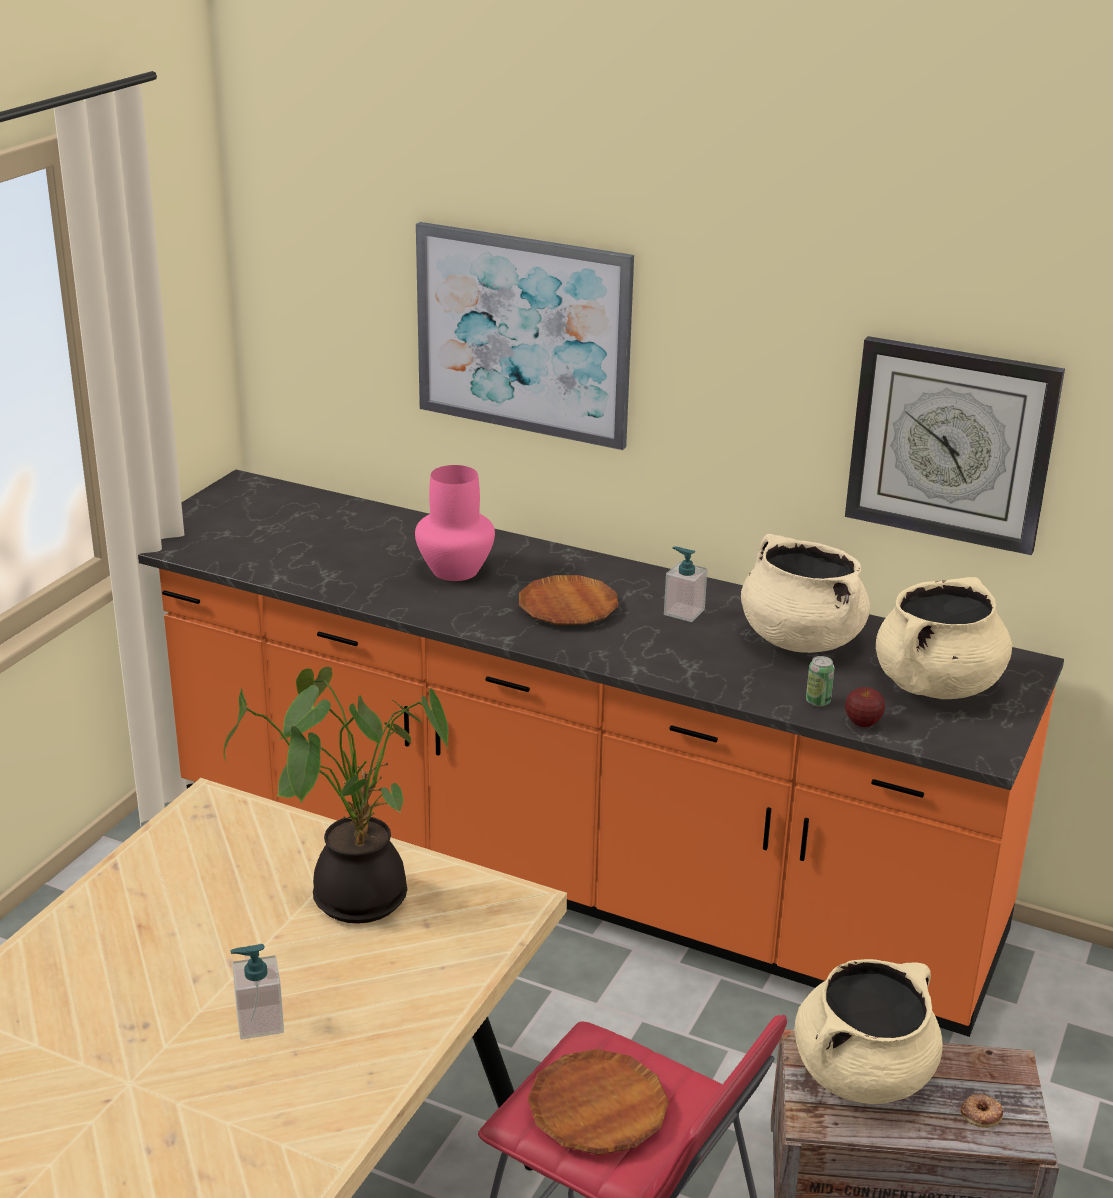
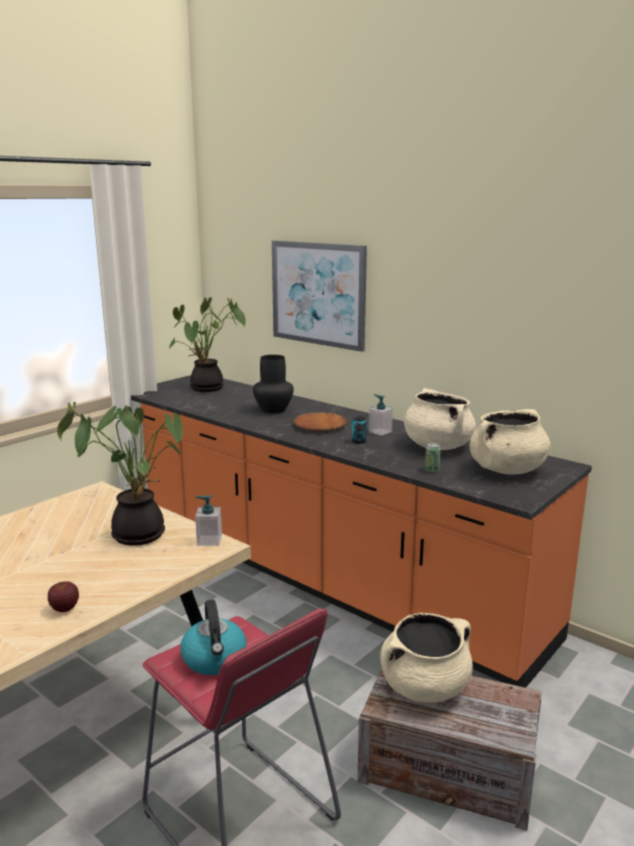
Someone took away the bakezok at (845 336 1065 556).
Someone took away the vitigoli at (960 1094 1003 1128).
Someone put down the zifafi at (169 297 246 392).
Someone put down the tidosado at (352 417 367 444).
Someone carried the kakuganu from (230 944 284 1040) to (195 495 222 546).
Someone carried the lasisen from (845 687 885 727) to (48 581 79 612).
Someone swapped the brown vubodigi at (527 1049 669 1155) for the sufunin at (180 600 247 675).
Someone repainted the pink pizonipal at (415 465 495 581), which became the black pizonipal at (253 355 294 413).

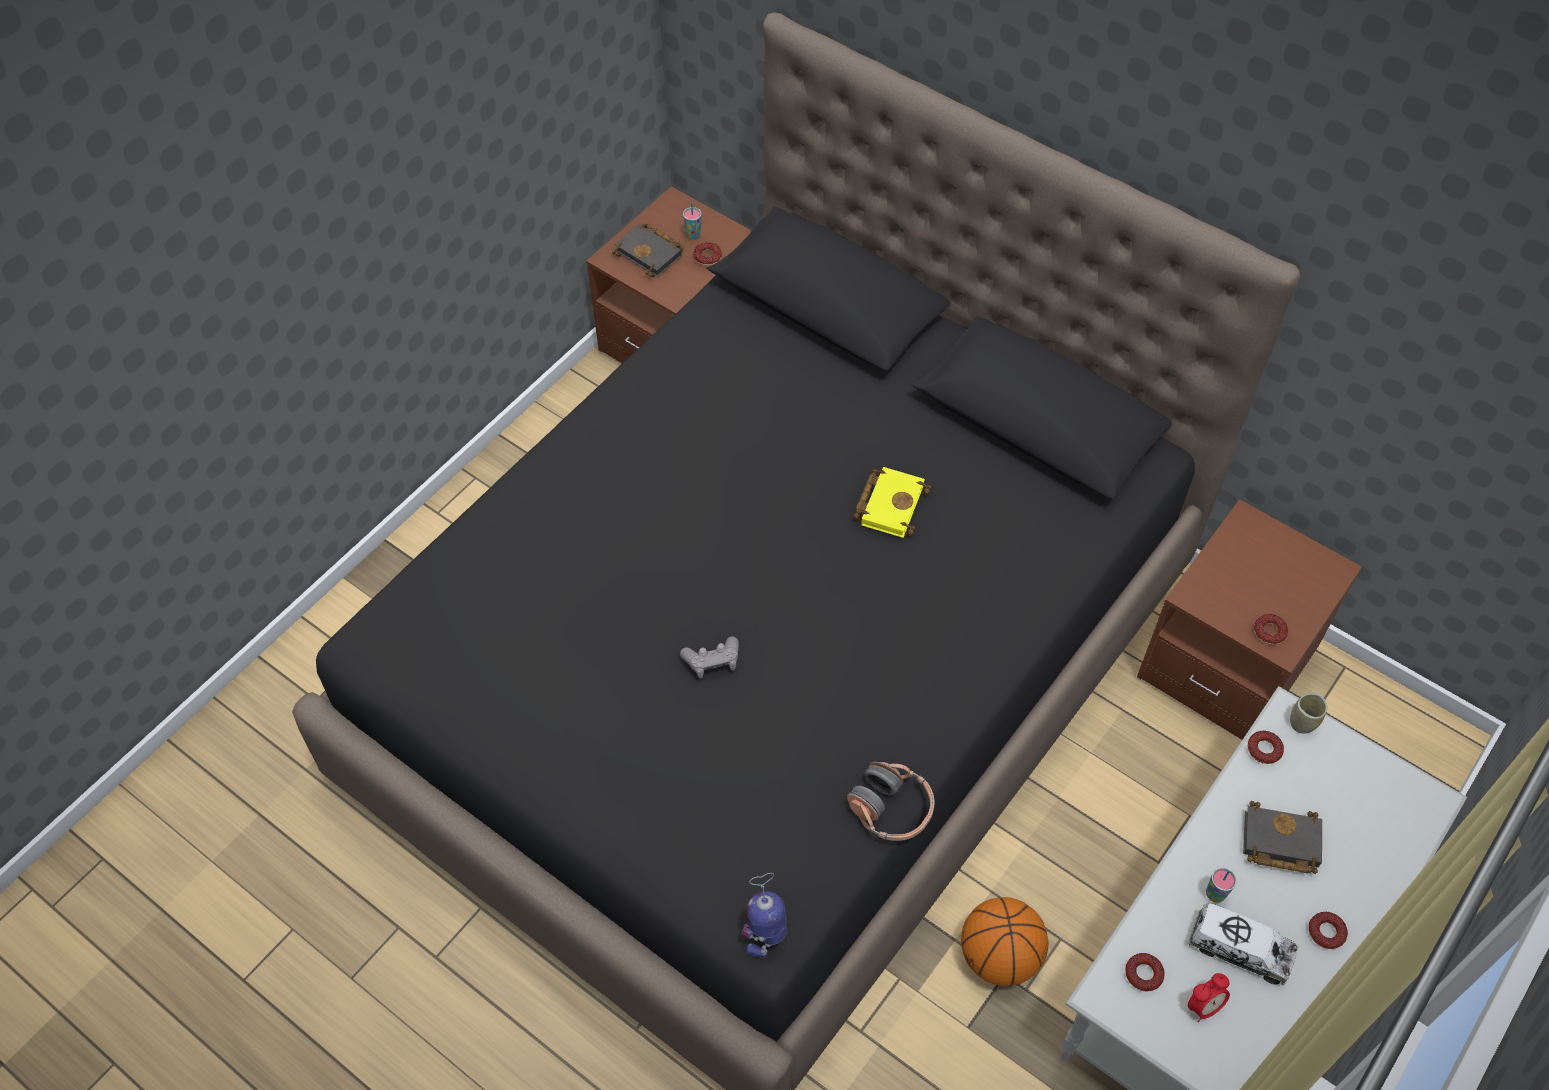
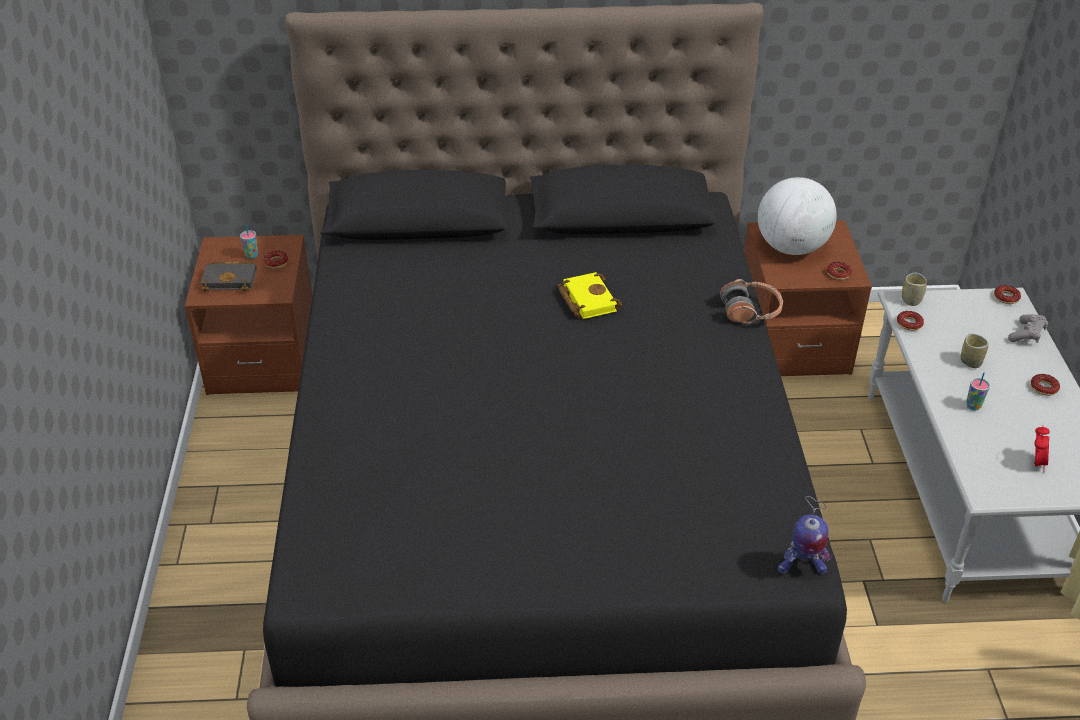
Someone took away the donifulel at (961 897 1048 986).
Someone took away the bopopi at (1188 903 1298 985).
Someone put down the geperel at (758 177 837 255).
Someone carried the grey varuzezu from (680 636 739 679) to (1008 314 1048 343).
Someone carried the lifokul from (847 762 934 841) to (720 279 783 324).
Someone carried the vitigoli from (1125 953 1165 991) to (994 285 1021 304).
Someone swapped the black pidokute at (1243 801 1322 874) for the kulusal at (960 334 989 368).
Someone rotated the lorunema at (741 873 787 958) by 90 degrees counterclockwise.

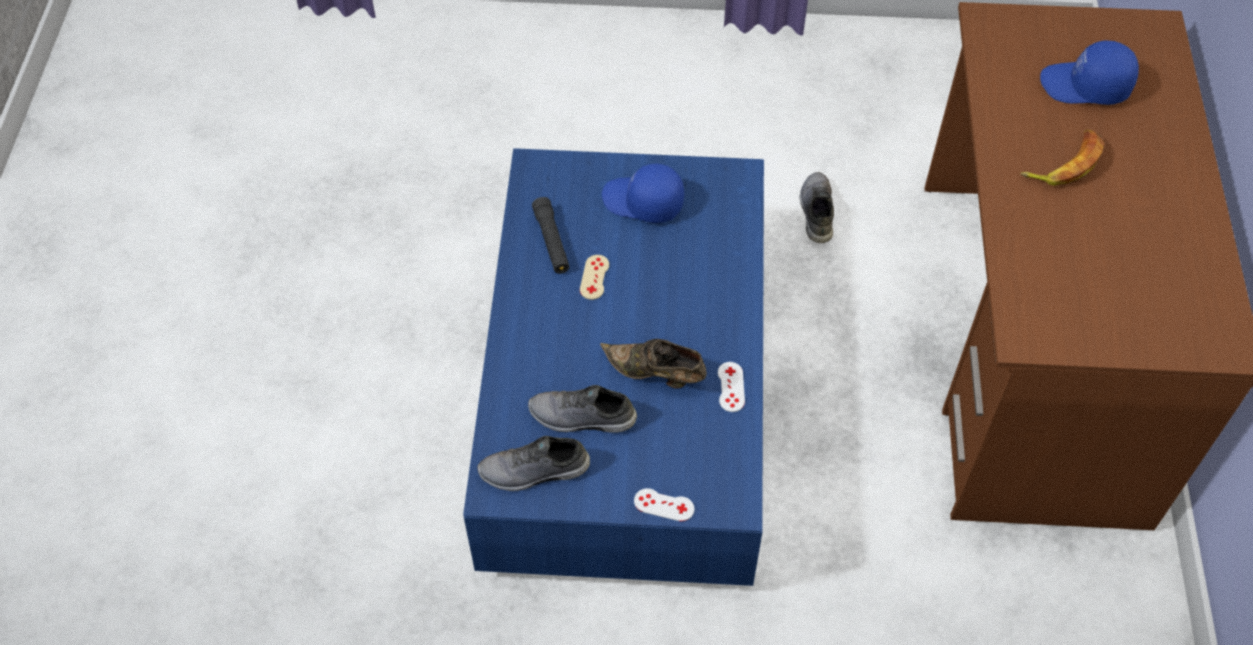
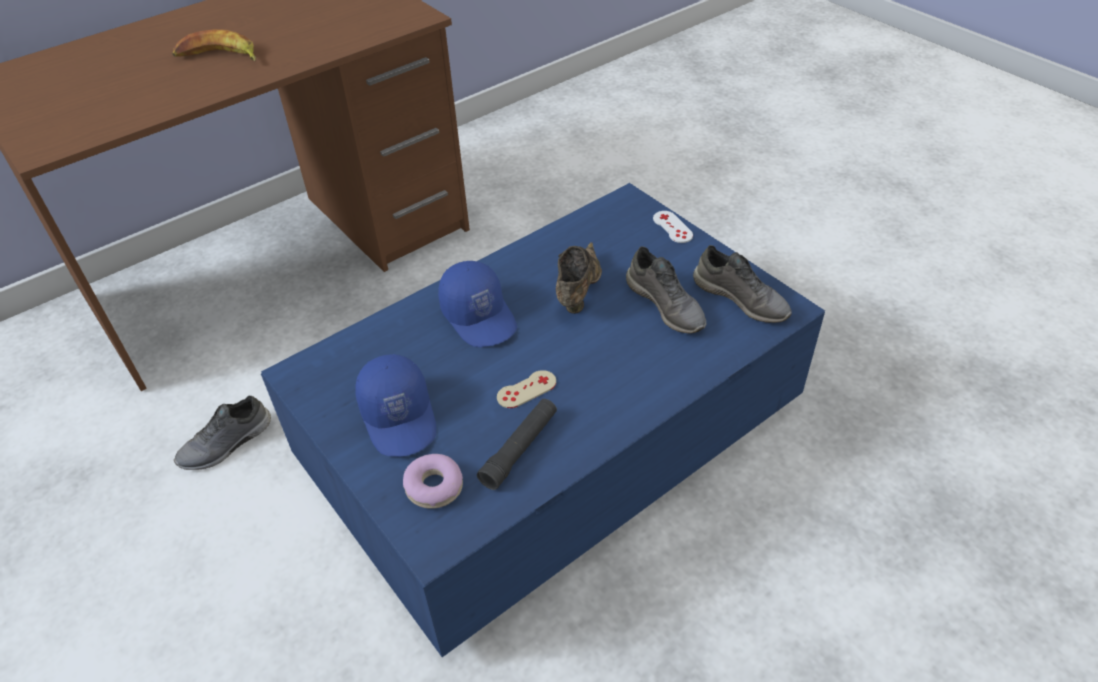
Someone took away the white varuzezu at (718 362 745 412).
Someone put down the vitigoli at (403 454 463 509).
Someone carried the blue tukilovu from (1040 41 1139 105) to (438 261 517 347).
Someone rotated the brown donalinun at (600 339 707 389) by 150 degrees counterclockwise.

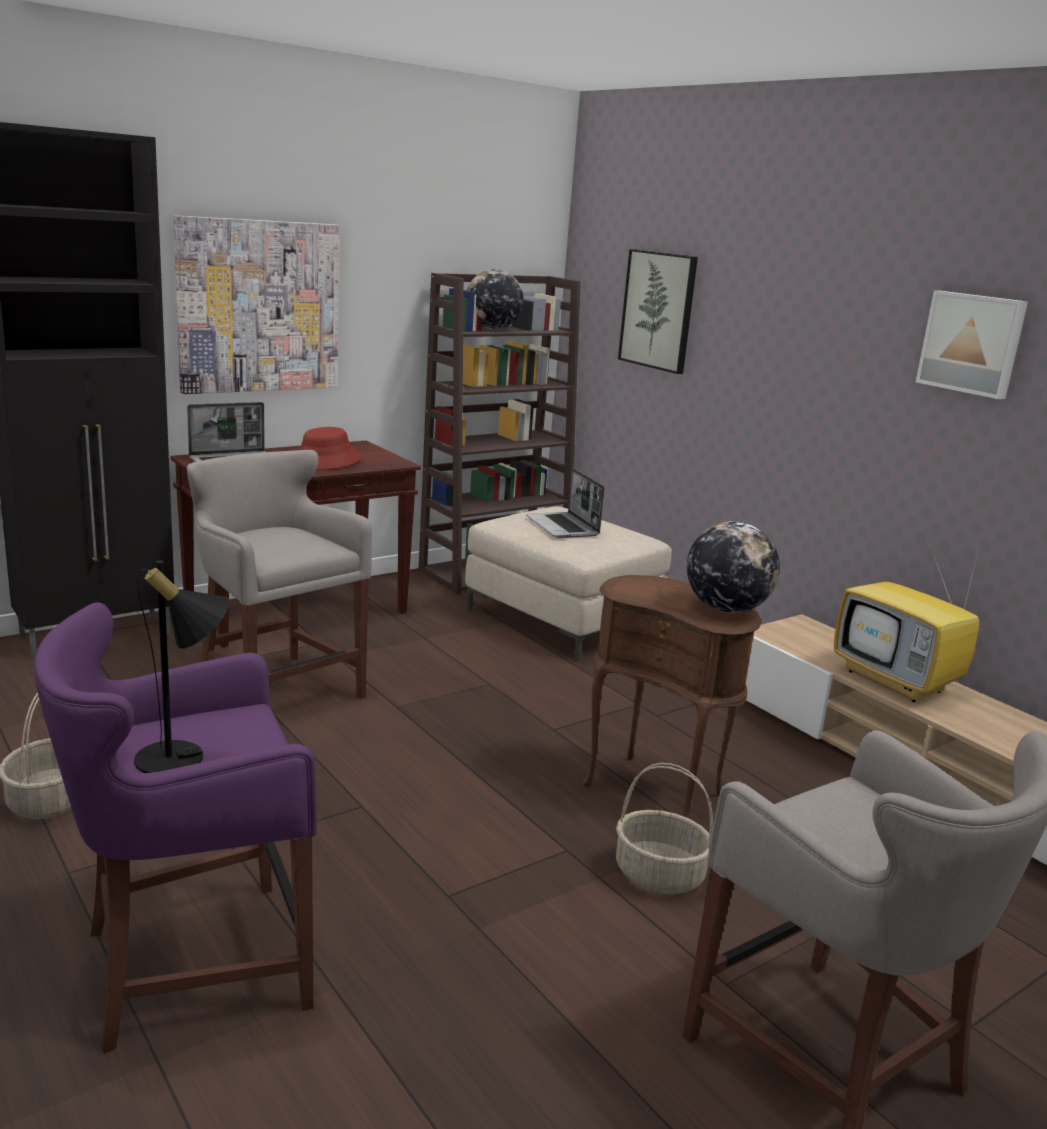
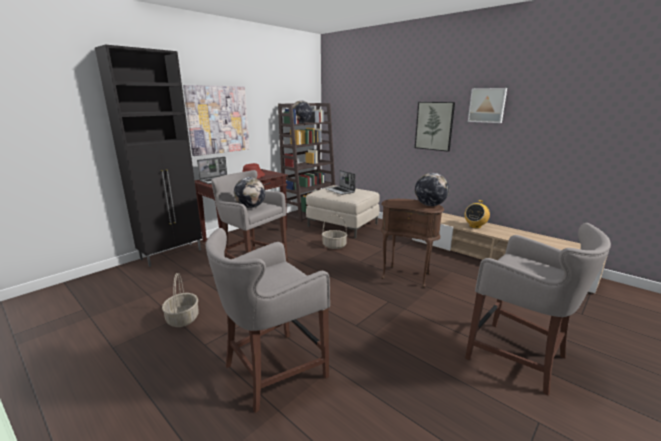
Someone took away the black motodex at (134 560 229 773).
Someone put down the geperel at (234 177 265 208).
Someone carried the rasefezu from (616 763 713 895) to (322 214 347 249).
Someone carried the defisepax from (618 249 698 374) to (415 102 455 152).
Someone swapped the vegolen at (834 545 979 702) for the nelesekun at (464 200 490 229).
Someone repainted the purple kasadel at (34 602 317 1054), which became the grey kasadel at (206 228 330 413).

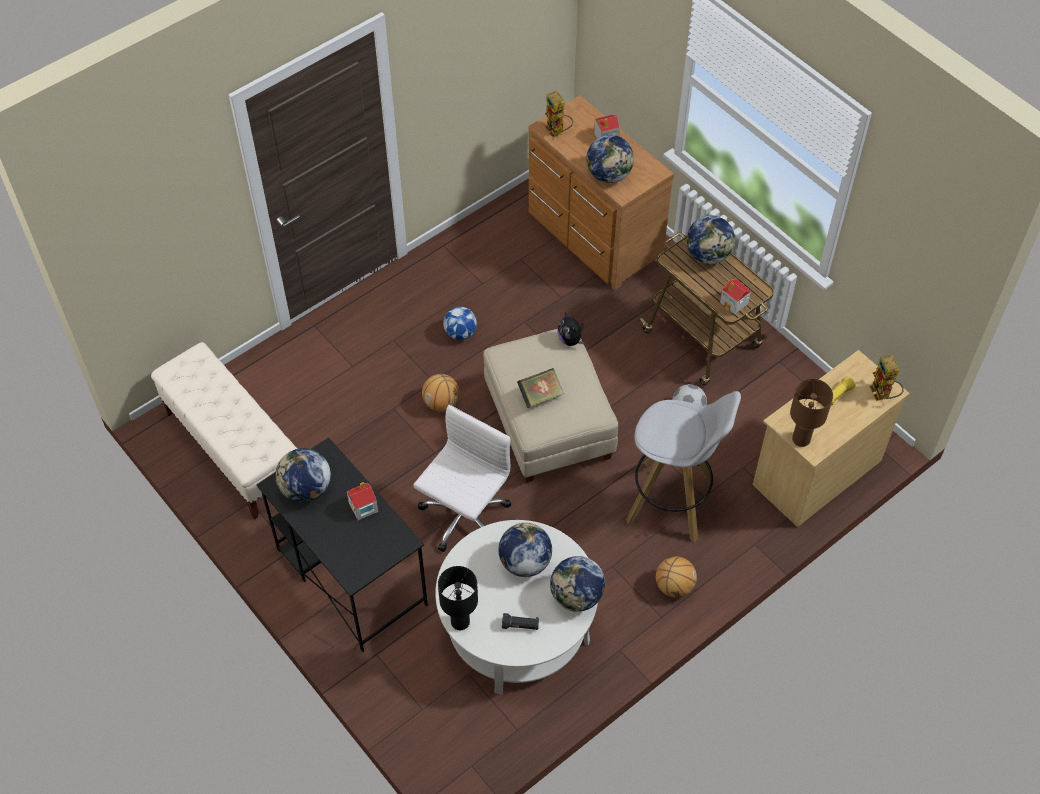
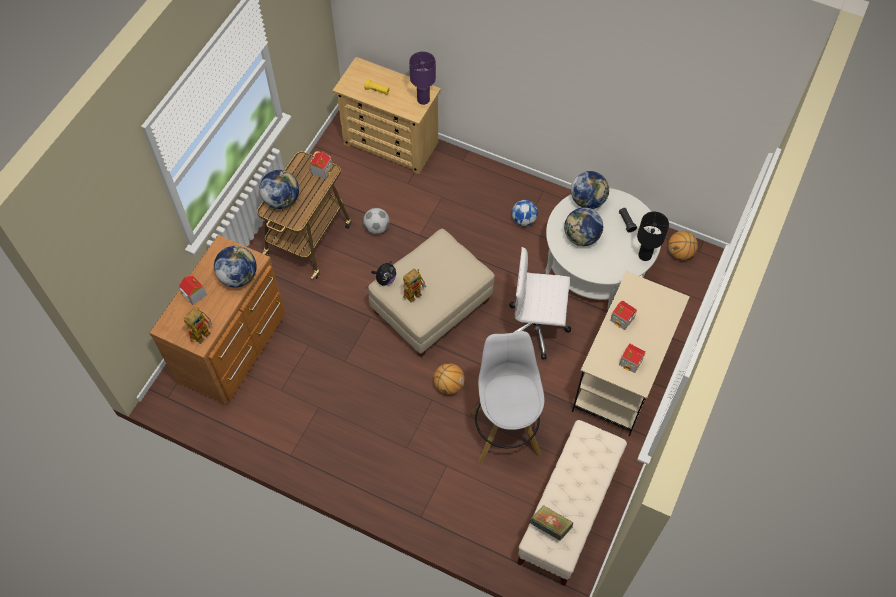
Someone carried the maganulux from (443 307 477 340) to (512 200 538 226).
Someone carried the pidokute from (517 368 564 408) to (529 505 574 540).
Someone carried the white kasadel from (626 391 741 542) to (470 331 544 464).
Someone carried the donifulel from (656 556 697 597) to (668 231 698 260).
Someone carried the lorunema from (870 355 904 401) to (403 269 426 303).
Someone swapped the geperel at (275 448 331 503) for the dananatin at (619 344 646 373).
Someone repainted the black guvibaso at (256 437 428 652), which became the beige guvibaso at (572 271 690 436).
Someone repainted the brown motodex at (790 379 833 447), which became the purple motodex at (409 51 436 105).

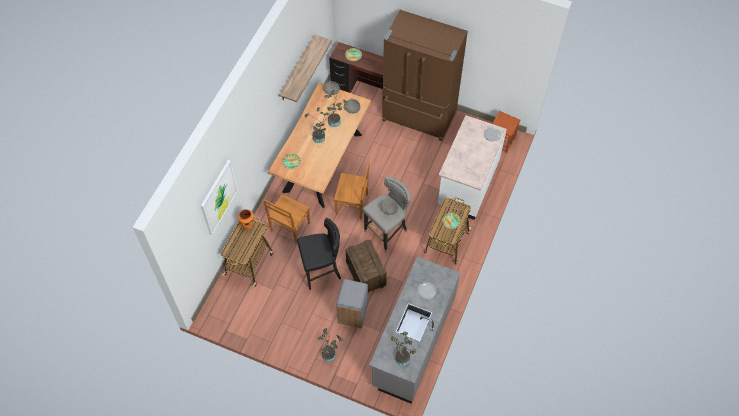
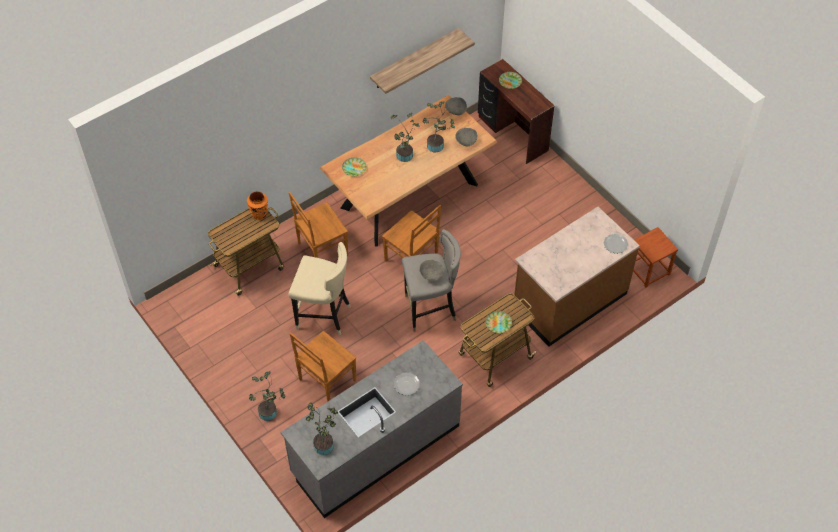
Someone took away the defisepax at (201 160 238 235).
Someone took away the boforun at (345 240 387 293).
Someone took away the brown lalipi at (382 10 468 141).
Someone swapped the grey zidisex at (336 279 368 328) for the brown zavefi at (290 331 356 402).
Someone repainted the black kasadel at (297 218 341 290), which became the beige kasadel at (288 242 351 335).
Someone repainted the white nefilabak at (438 115 507 220), which became the brown nefilabak at (514 207 640 347).

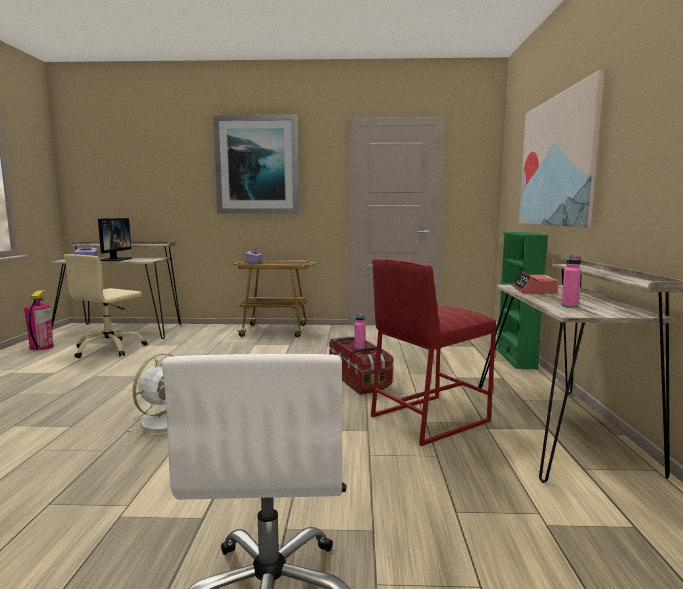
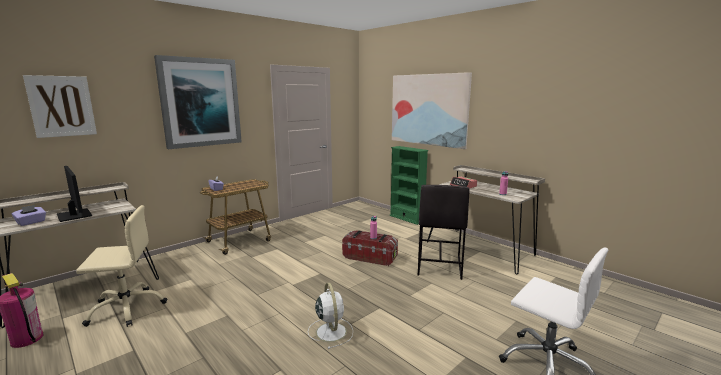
Someone put up the defisepax at (23 75 97 138).
Someone repainted the red kasadel at (371 258 496 446), which became the grey kasadel at (418 185 470 280).
Someone rotated the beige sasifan at (64 254 147 358) by 90 degrees counterclockwise.

